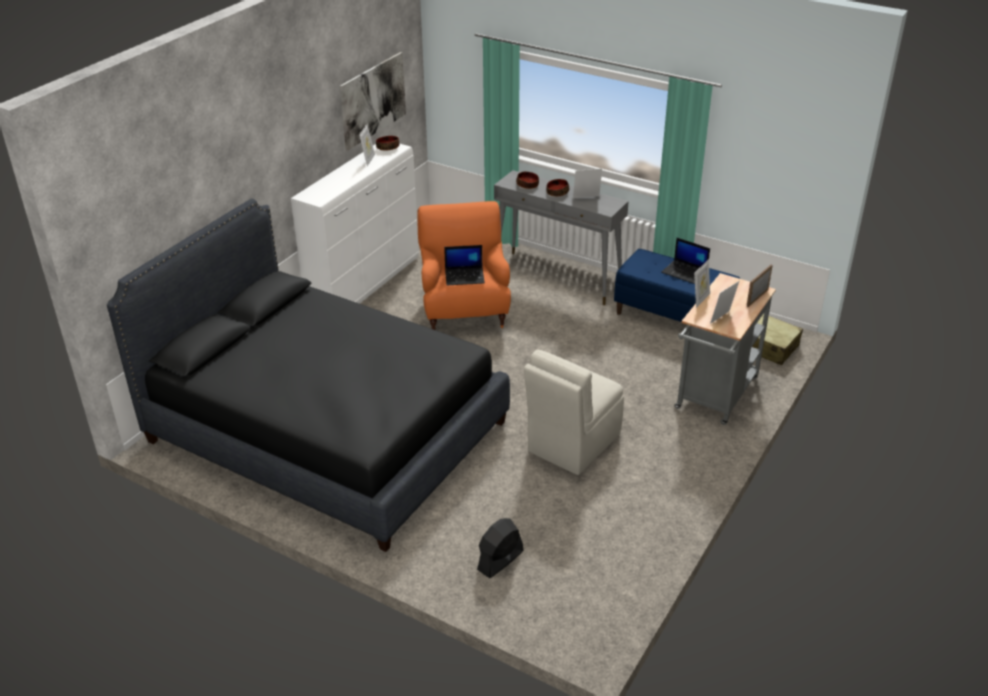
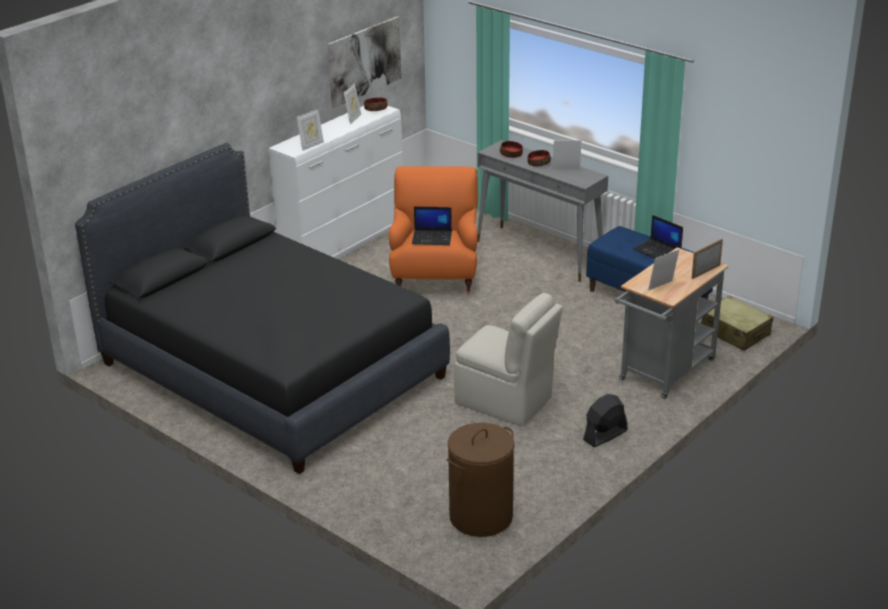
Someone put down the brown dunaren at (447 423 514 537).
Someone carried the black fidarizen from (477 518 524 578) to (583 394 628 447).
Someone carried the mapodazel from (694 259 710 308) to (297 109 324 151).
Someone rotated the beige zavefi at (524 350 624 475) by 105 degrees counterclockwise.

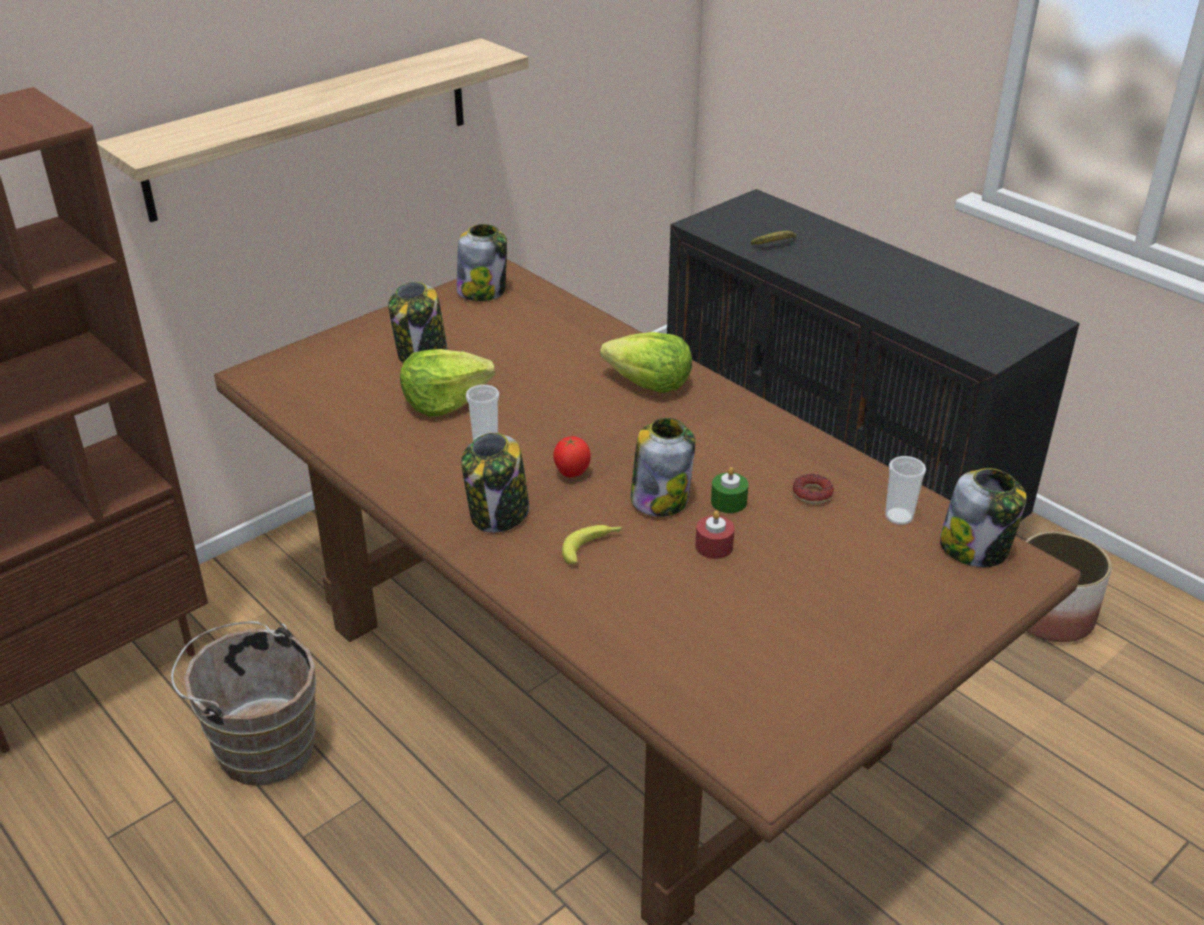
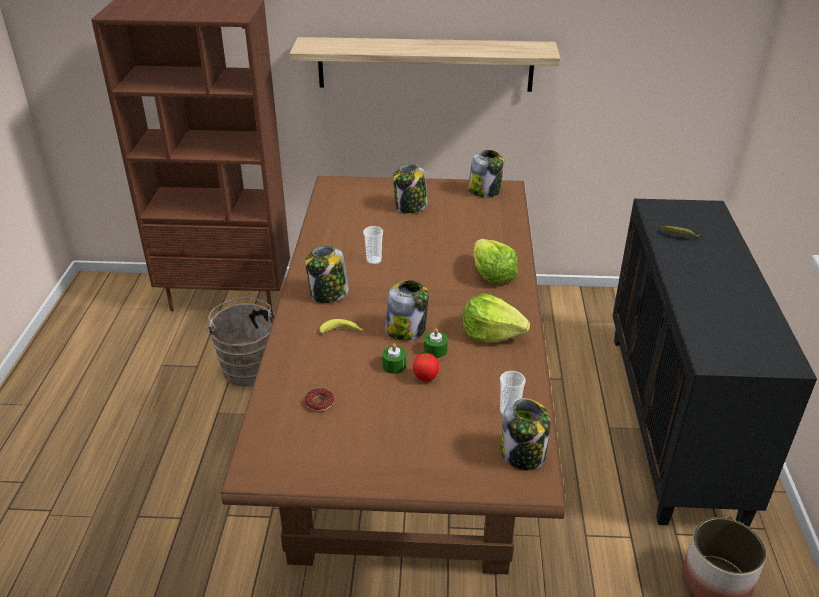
Someone carried the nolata from (400 349 495 417) to (462 293 530 343).
Someone carried the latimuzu from (553 436 591 478) to (413 353 439 382).
Someone carried the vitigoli from (793 474 834 504) to (305 388 334 412).
Someone repainted the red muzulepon at (695 511 735 559), which became the green muzulepon at (382 343 406 374).

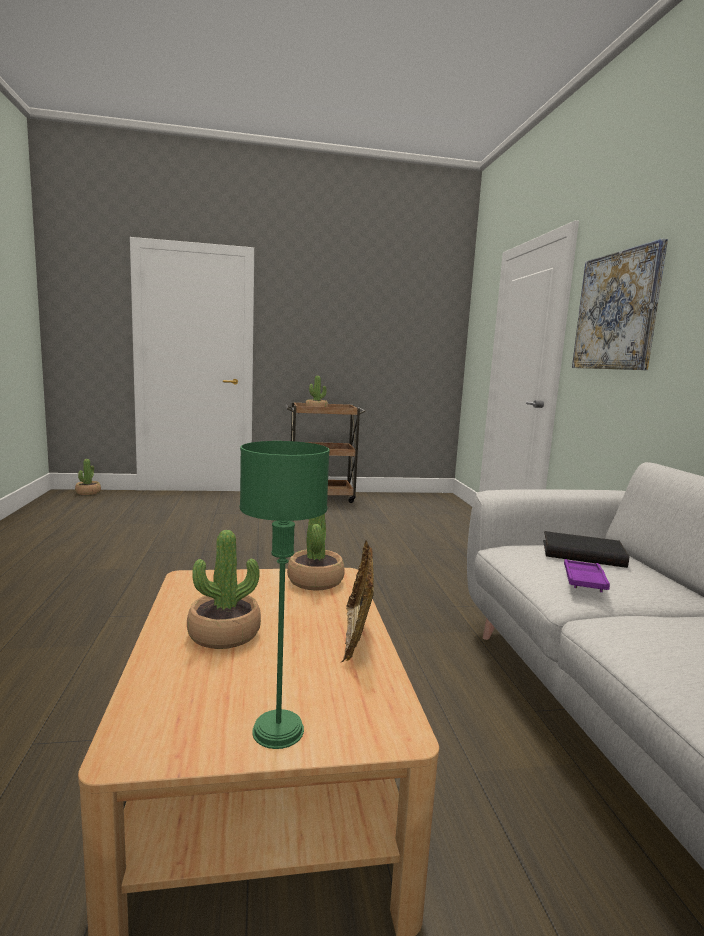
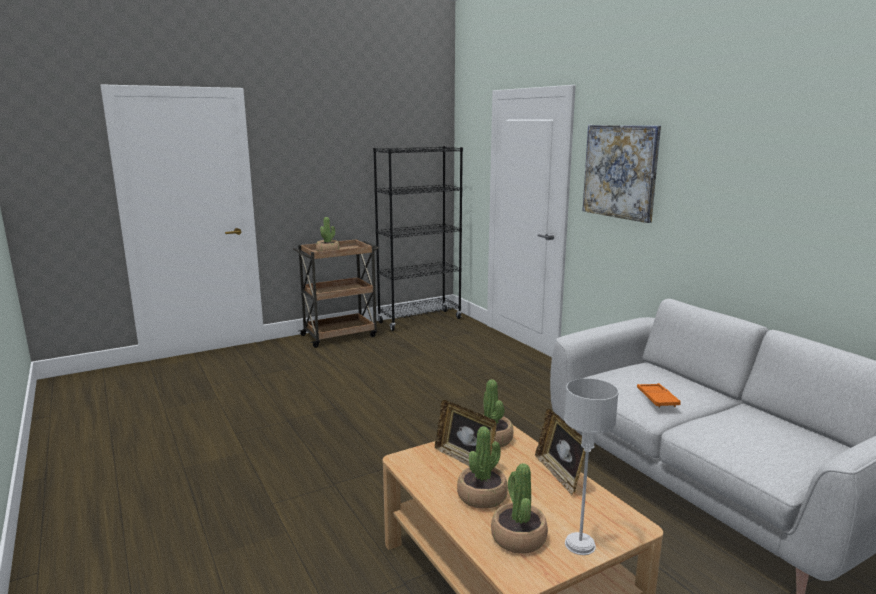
Someone took away the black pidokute at (543 531 629 568).
Someone put down the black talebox at (373 146 463 331).
Someone put down the mapodazel at (435 400 497 467).
Someone carried the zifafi from (75 459 101 495) to (491 463 548 554).
Someone repainted the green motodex at (240 441 330 749), which became the grey motodex at (564 379 619 555).
Someone repainted the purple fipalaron at (564 559 610 592), which became the orange fipalaron at (637 383 681 407).

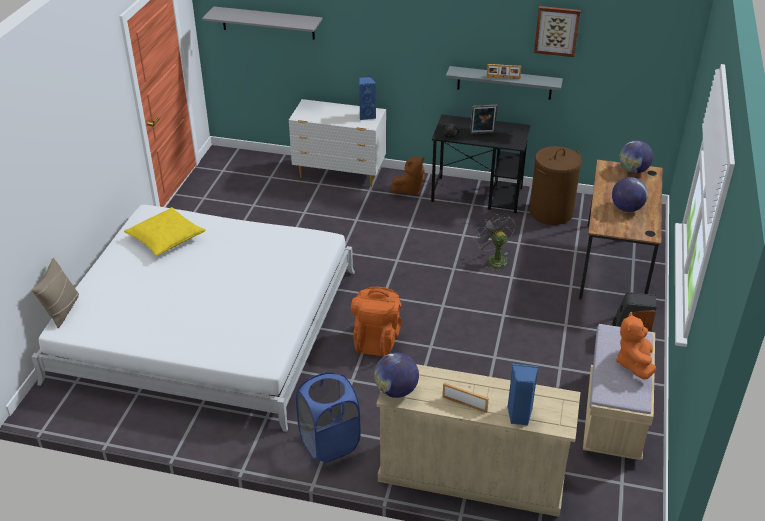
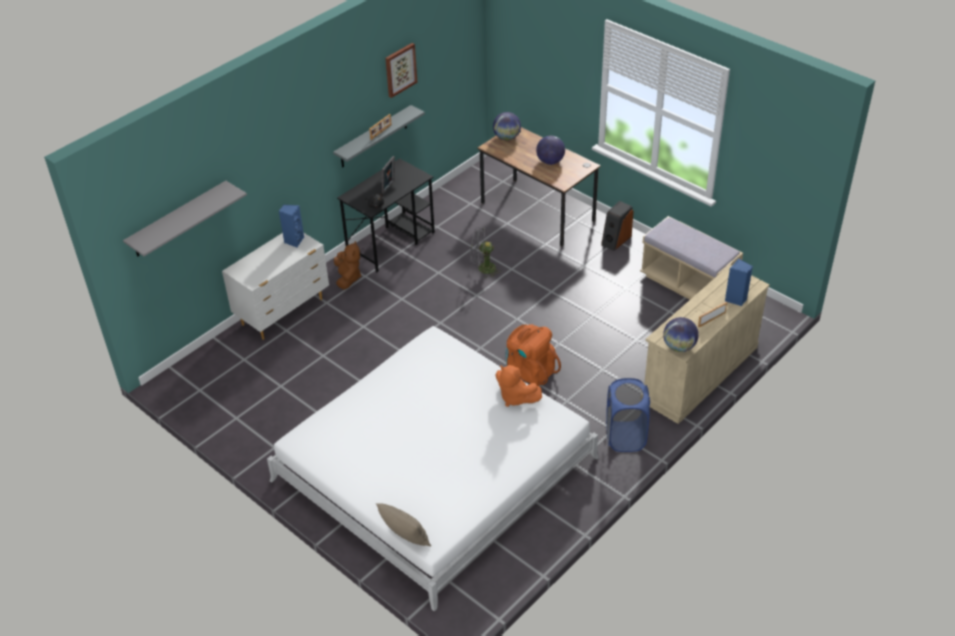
Someone took away the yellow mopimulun at (124 207 206 256).
Someone took away the brown dunaren at (529 146 582 225).
Someone carried the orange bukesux from (616 312 656 379) to (495 365 542 407).

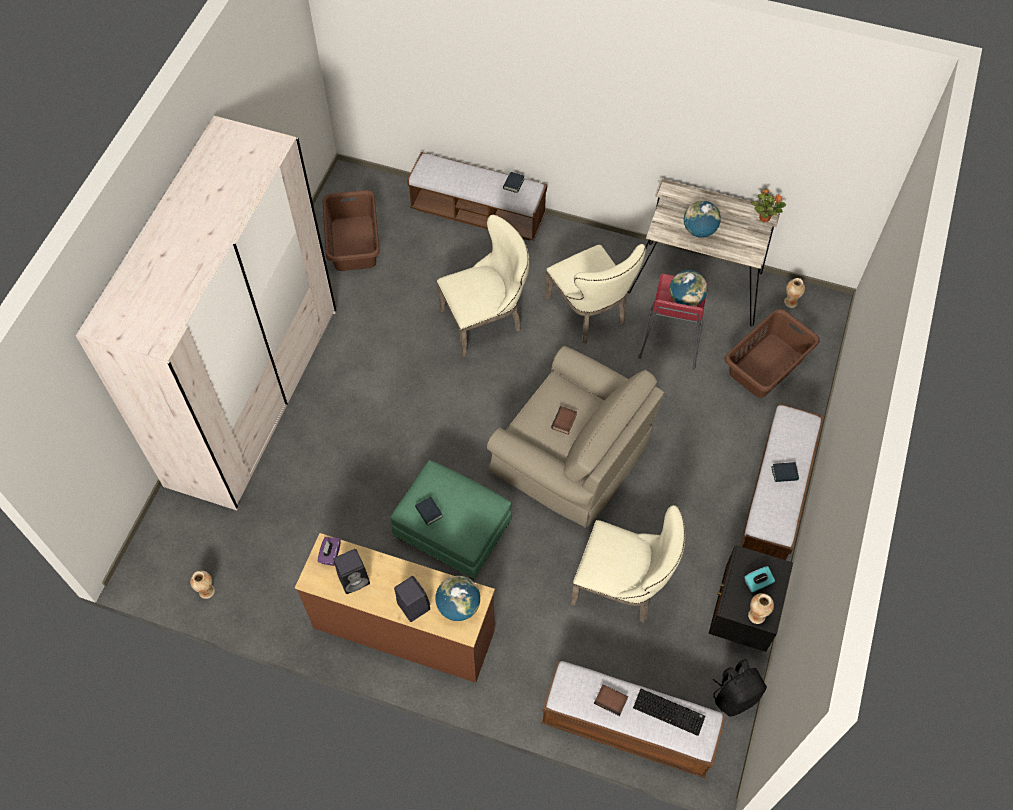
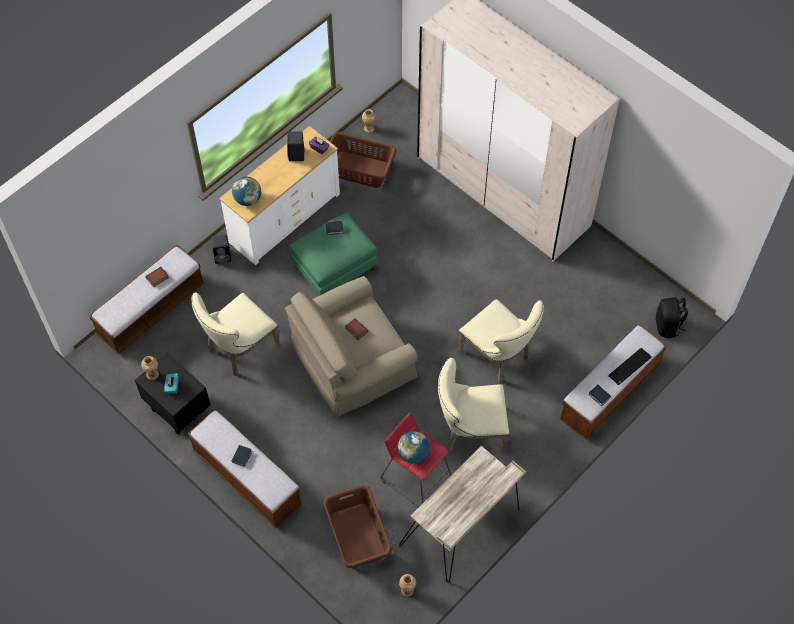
Someone took away the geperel at (684 201 721 238).
Someone took away the zifafi at (752 189 786 222).
Someone carried the brown dunaren from (323 190 380 271) to (330 132 396 188).
Someone carried the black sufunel from (394 576 430 622) to (211 235 232 264).
Someone carried the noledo from (633 689 705 736) to (608 348 652 385).
Someone carried the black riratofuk from (713 659 767 717) to (656 297 688 338).
Someone repainted the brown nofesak at (295 533 495 683), which became the white nofesak at (219 126 340 265).
Someone rotated the beige zavefi at (437 215 529 358) by 45 degrees counterclockwise.

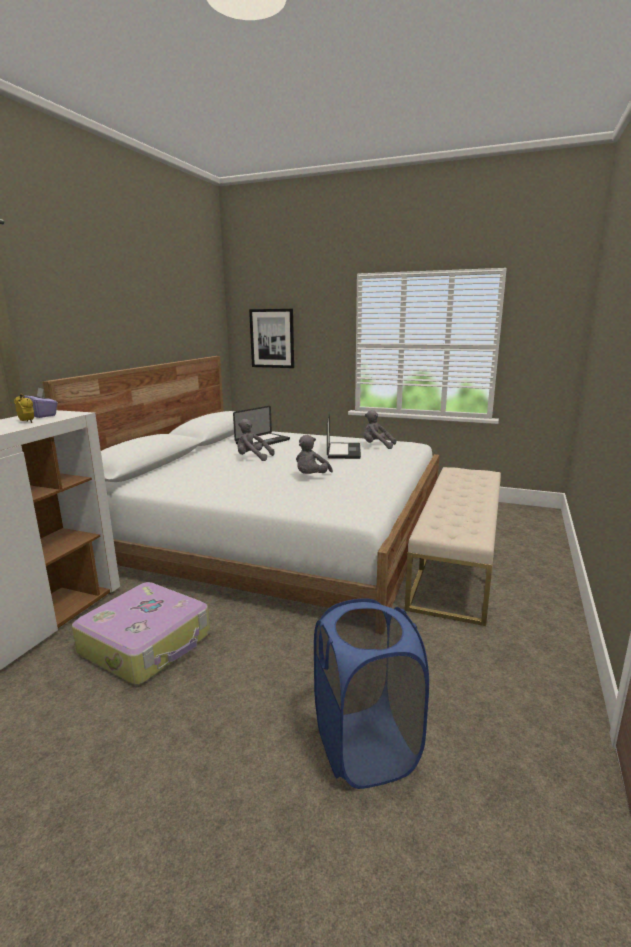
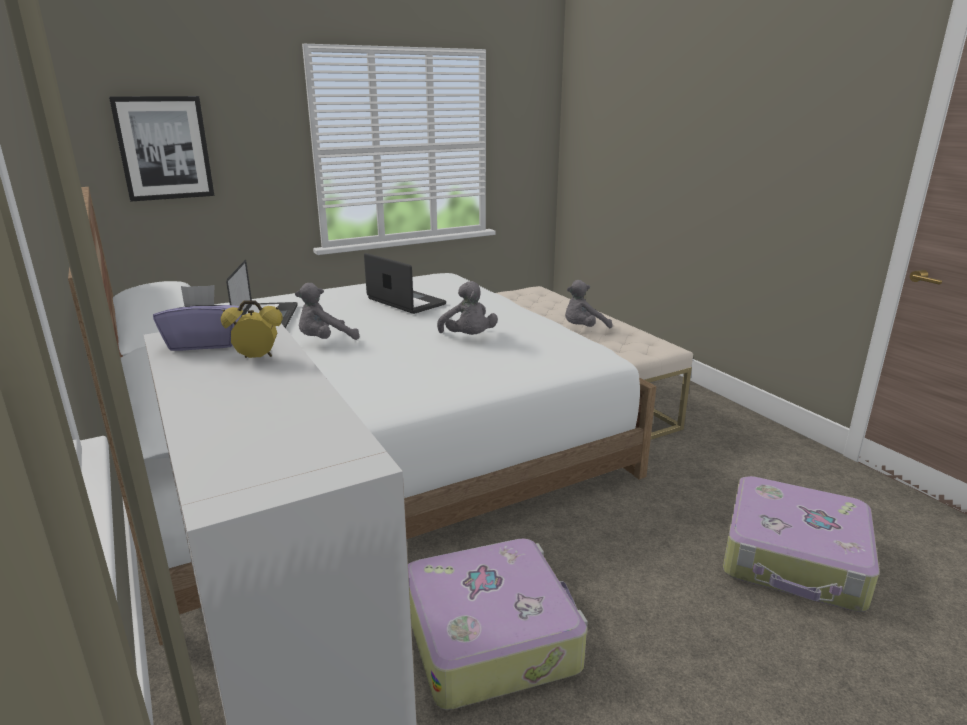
Someone carried the grey bukesux from (363 410 396 449) to (565 280 612 329).
Someone swapped the blue dunaren at (314 598 429 789) for the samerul at (723 476 880 612).

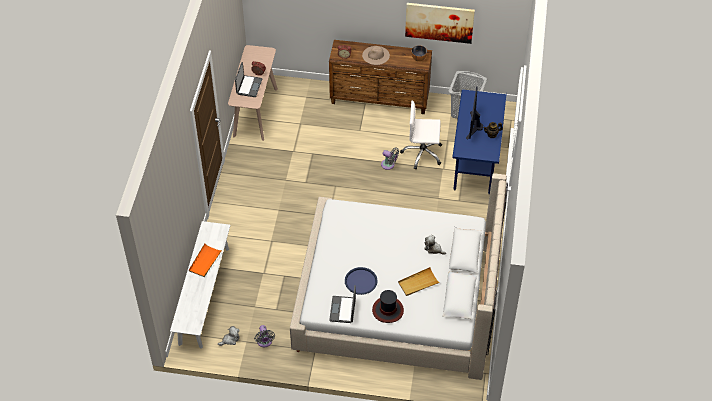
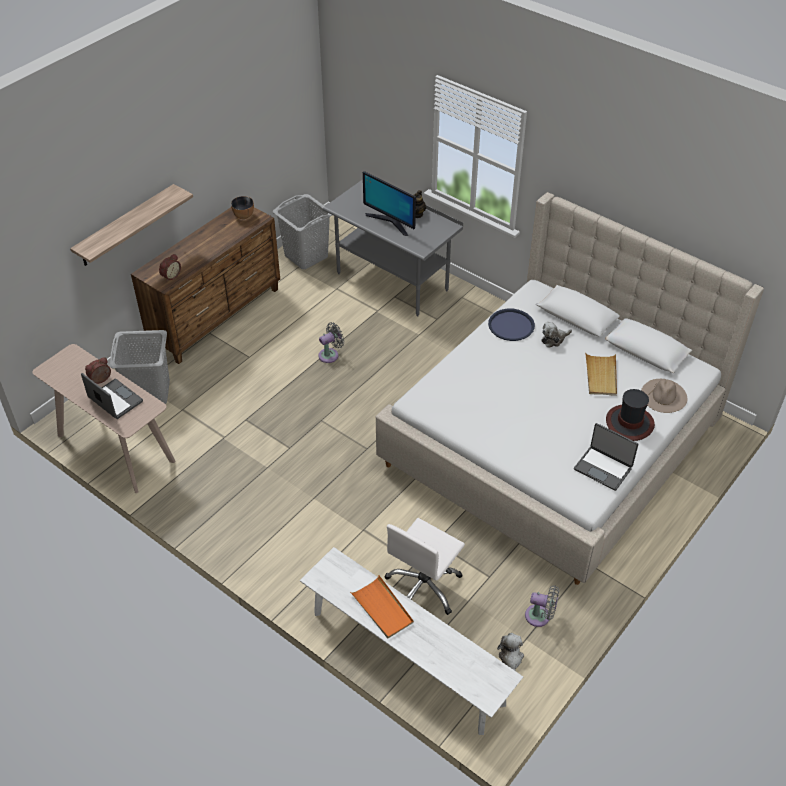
Someone took away the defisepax at (405 3 475 44).
Someone put up the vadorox at (70 184 193 266).
Someone put down the grey dunaren at (109 330 170 404).
Someone carried the blue fipalaron from (345 267 377 295) to (488 309 535 341).
Someone carried the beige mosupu from (362 46 390 65) to (641 379 687 413).
Someone carried the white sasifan from (400 101 442 169) to (385 518 465 615).
Someone repainted the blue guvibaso at (452 90 507 195), which became the grey guvibaso at (323 179 463 316).

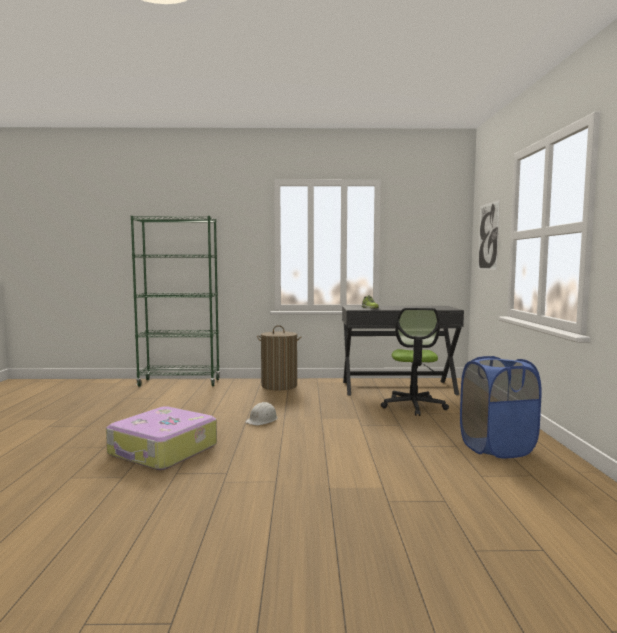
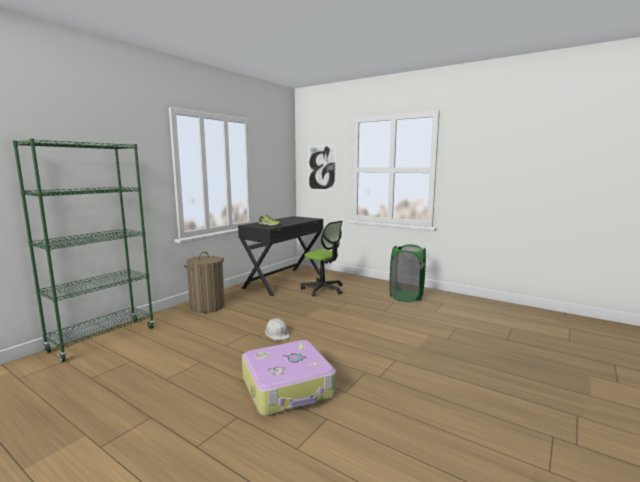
Someone repainted the blue dunaren at (460 356 542 458), which became the green dunaren at (389 244 426 302).

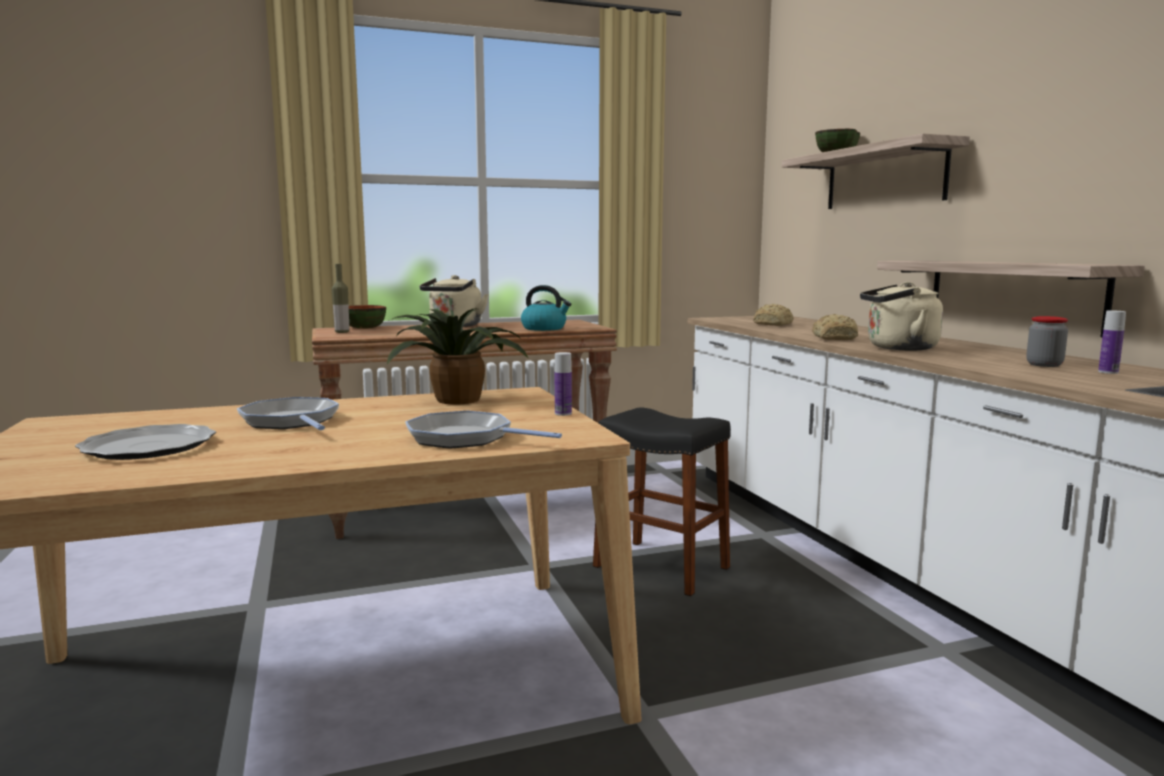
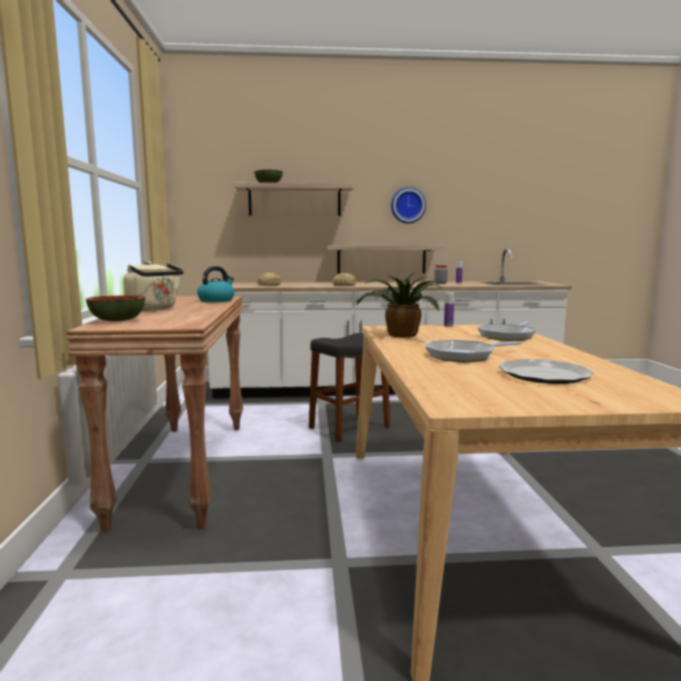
Someone took away the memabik at (332 264 349 333).
Someone took away the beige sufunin at (860 282 943 350).
Someone put up the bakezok at (391 187 426 224).

